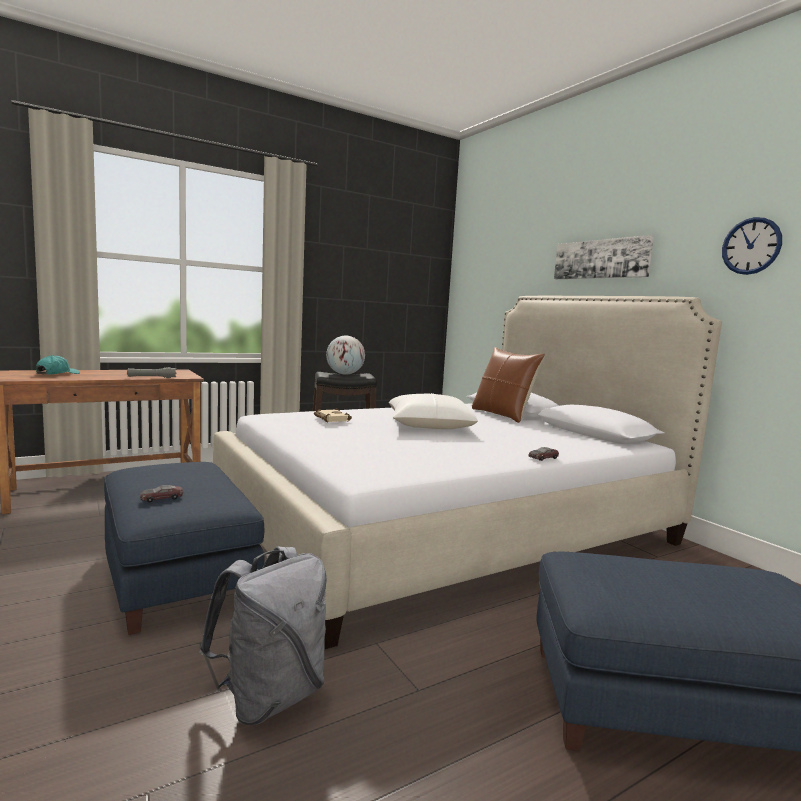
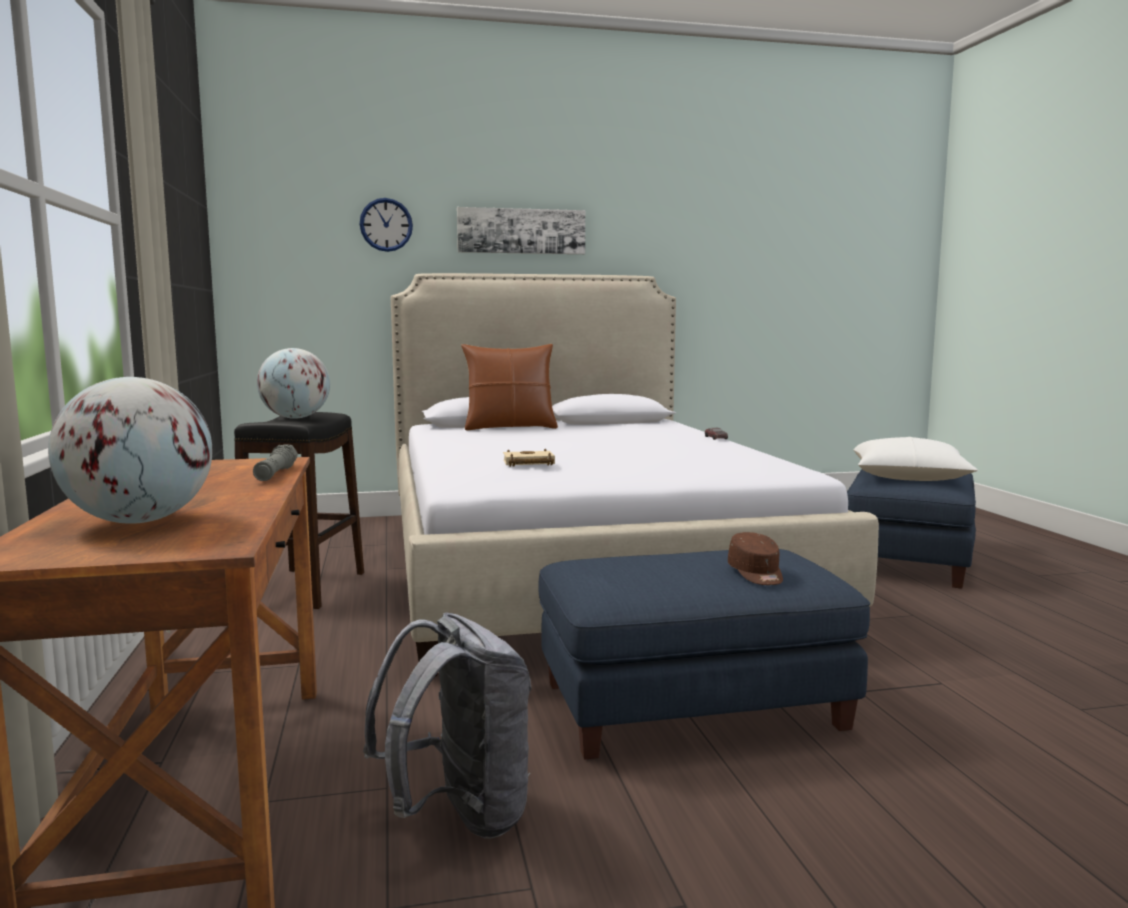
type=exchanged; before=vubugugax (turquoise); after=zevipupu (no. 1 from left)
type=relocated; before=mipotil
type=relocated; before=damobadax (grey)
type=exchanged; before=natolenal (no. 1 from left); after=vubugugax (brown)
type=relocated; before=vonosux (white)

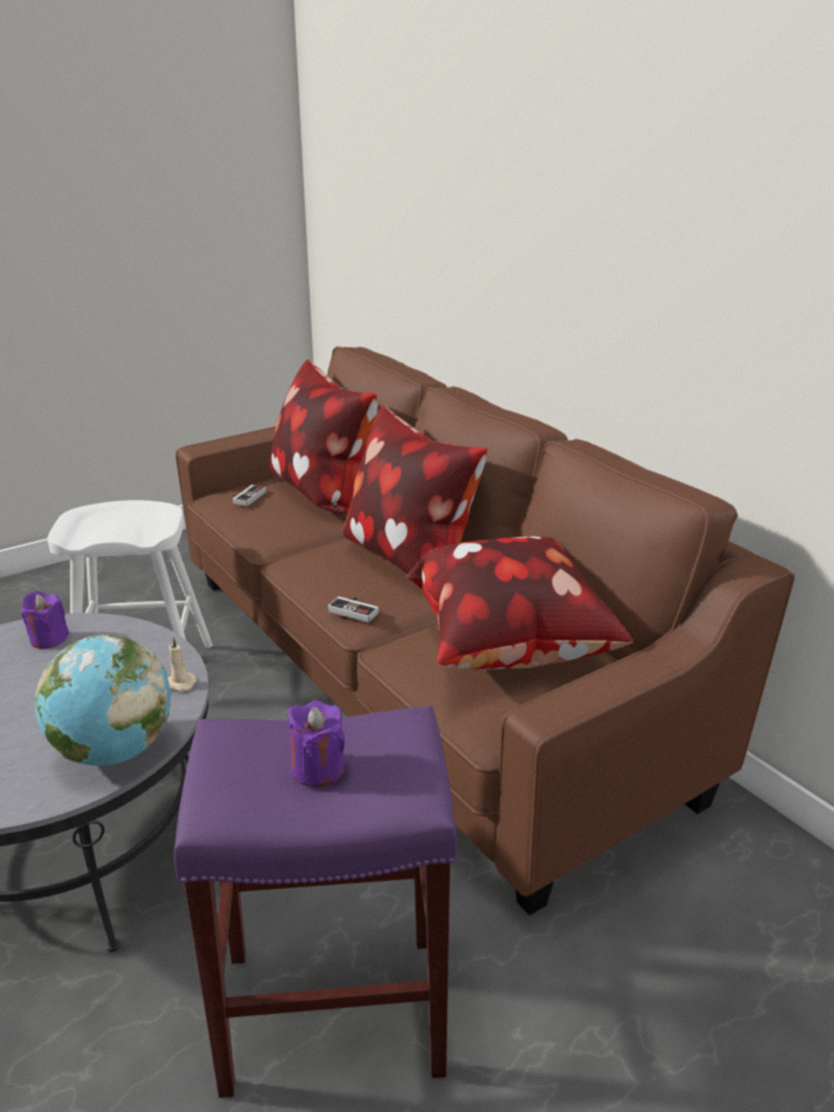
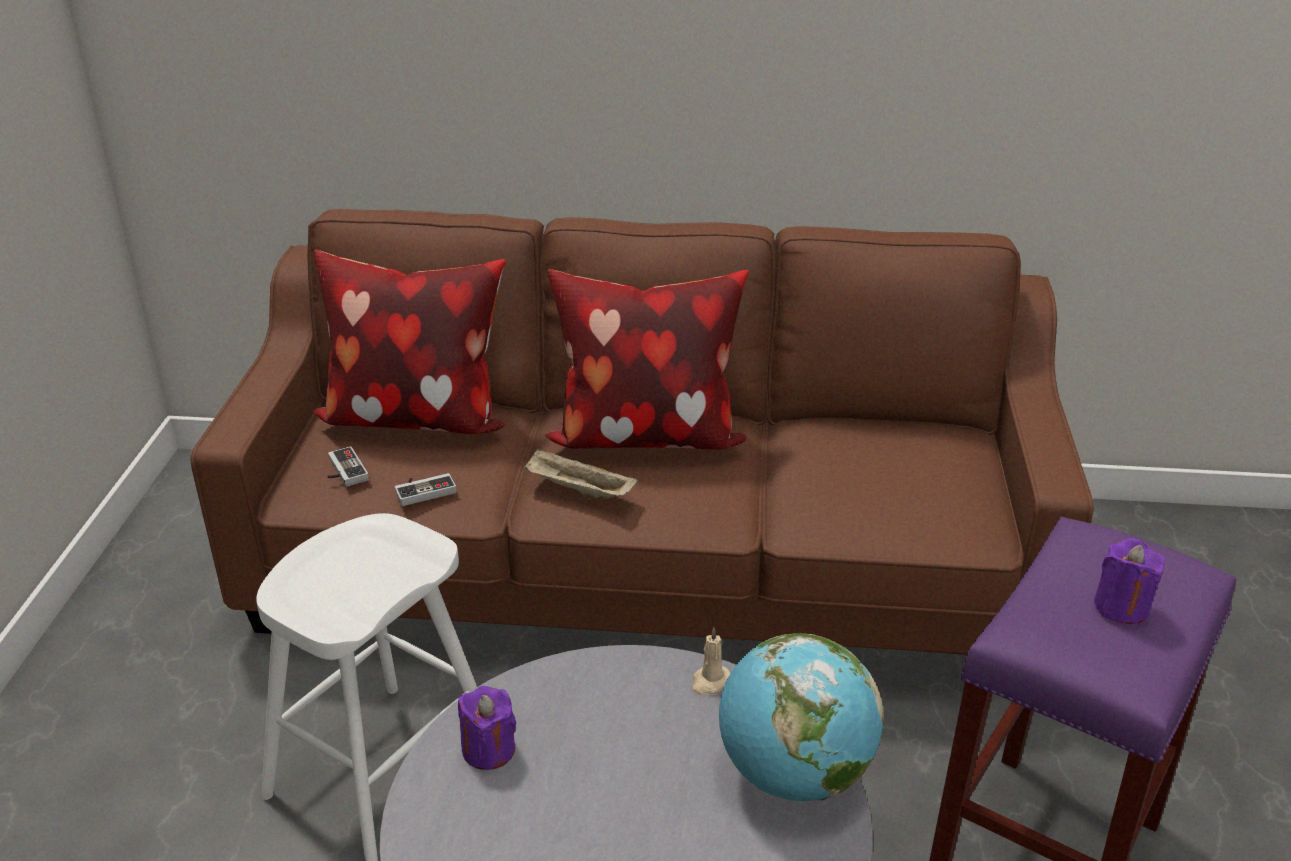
type=relocated; before=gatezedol (no. 2 from left)
type=appeared; after=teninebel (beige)
type=missing; before=vonosux (no. 3 from left)

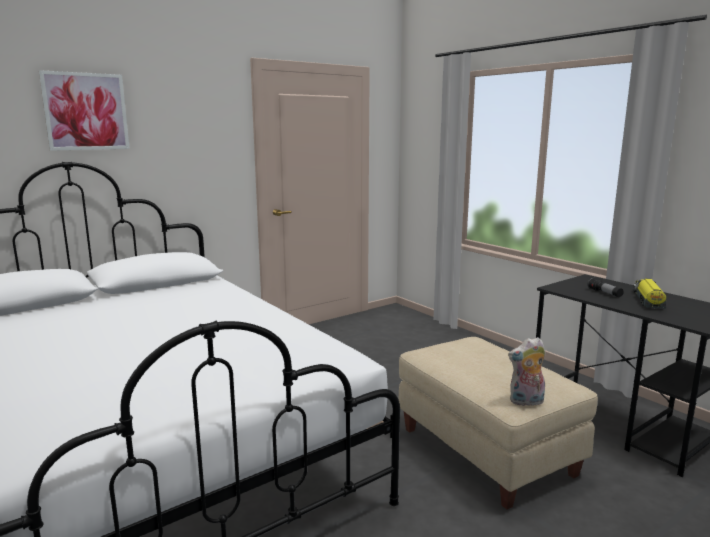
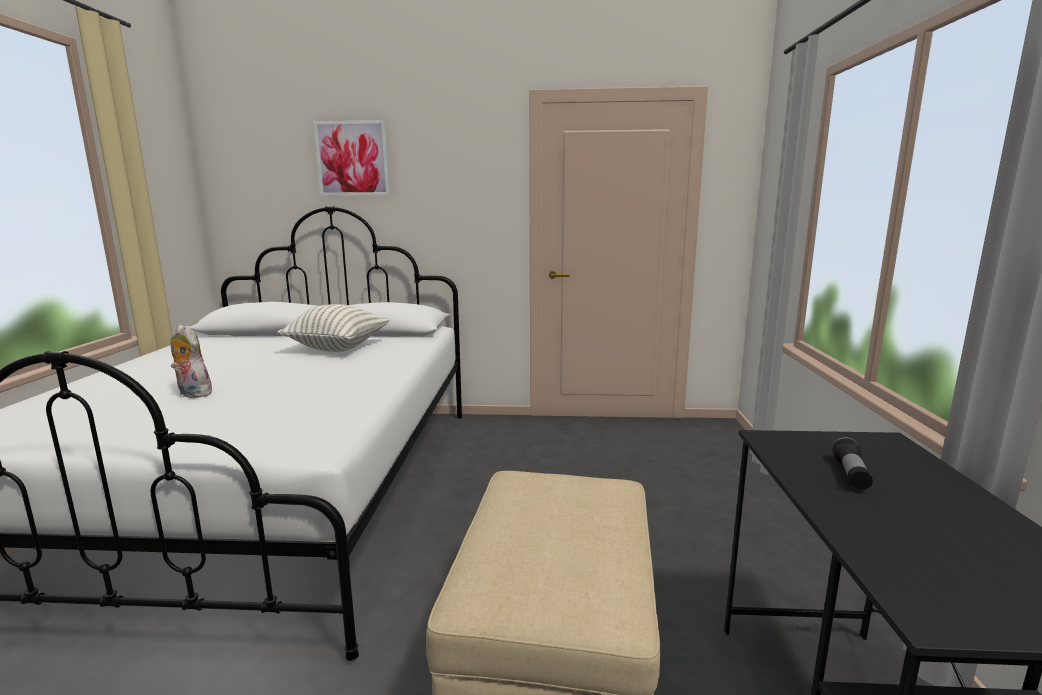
type=relocated; before=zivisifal
type=appeared; after=vonosux
type=missing; before=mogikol

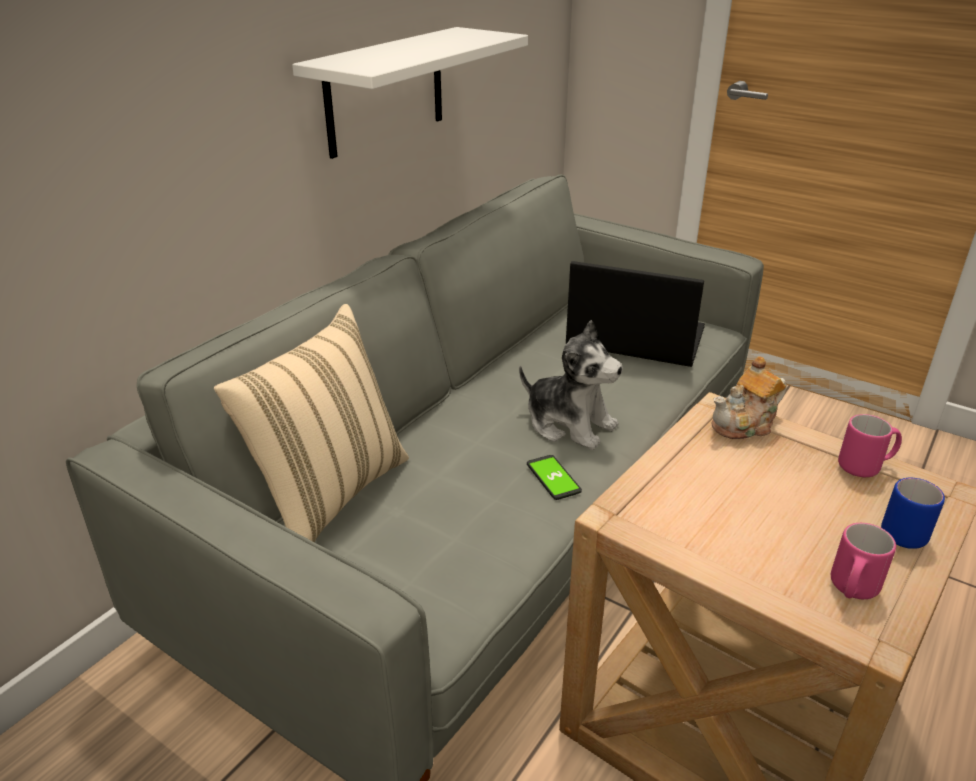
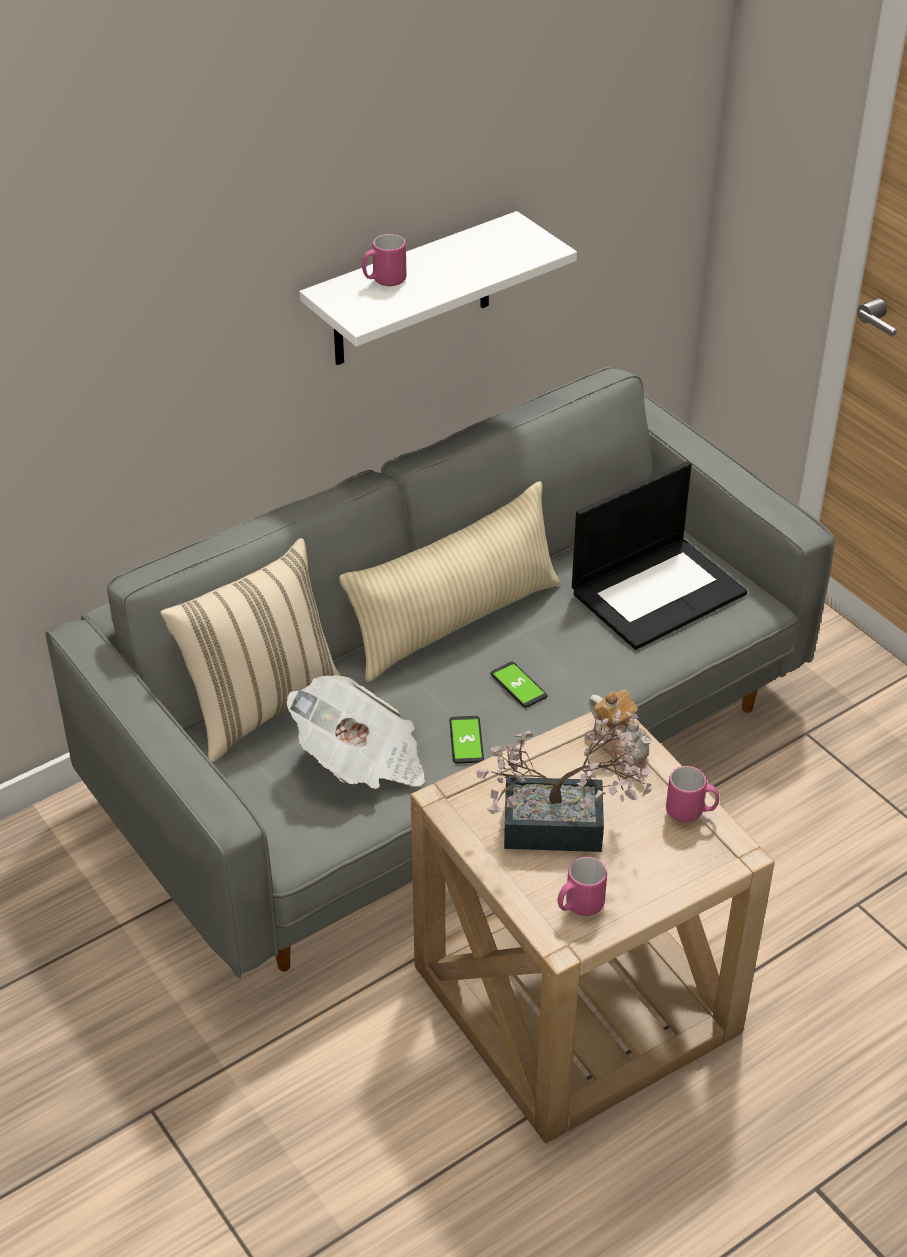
type=appeared; after=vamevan
type=appeared; after=vonosux (beige) (no. 2 from left)
type=appeared; after=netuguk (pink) (no. 1 from left)
type=appeared; after=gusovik
type=exchanged; before=zivisifal; after=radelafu (no. 2 from left)
type=spun; before=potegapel; turn=105
type=spun; before=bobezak; turn=-120
type=missing; before=netuguk (blue)

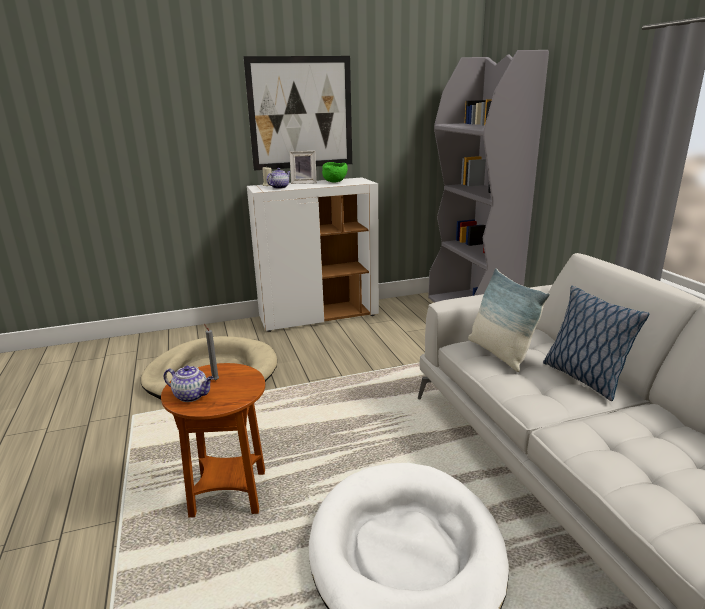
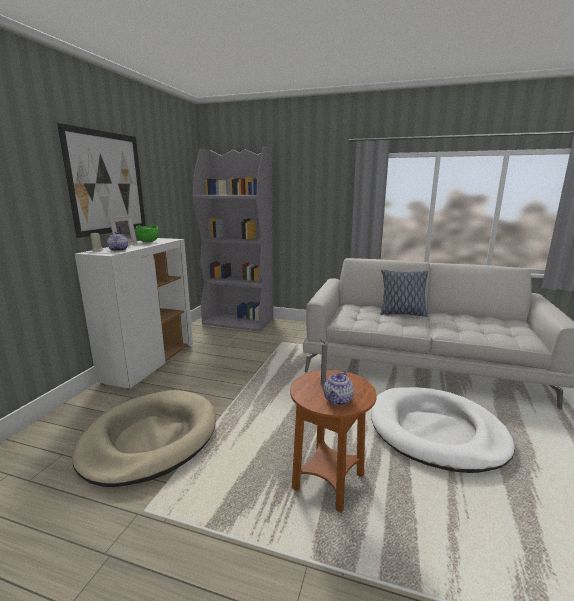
type=spun; before=bobezak (no. 1 from left in the first image); turn=150
type=missing; before=vonosux (no. 1 from left)

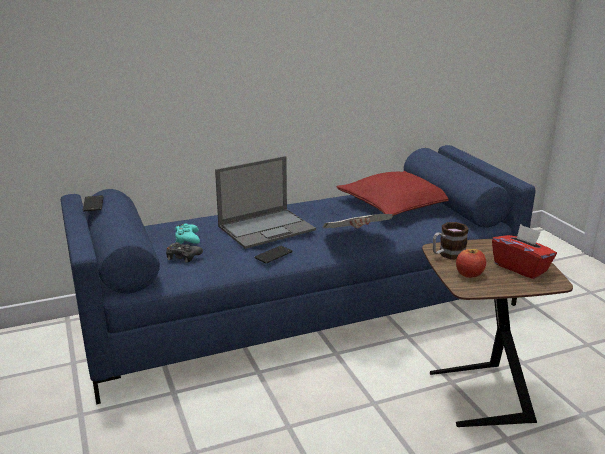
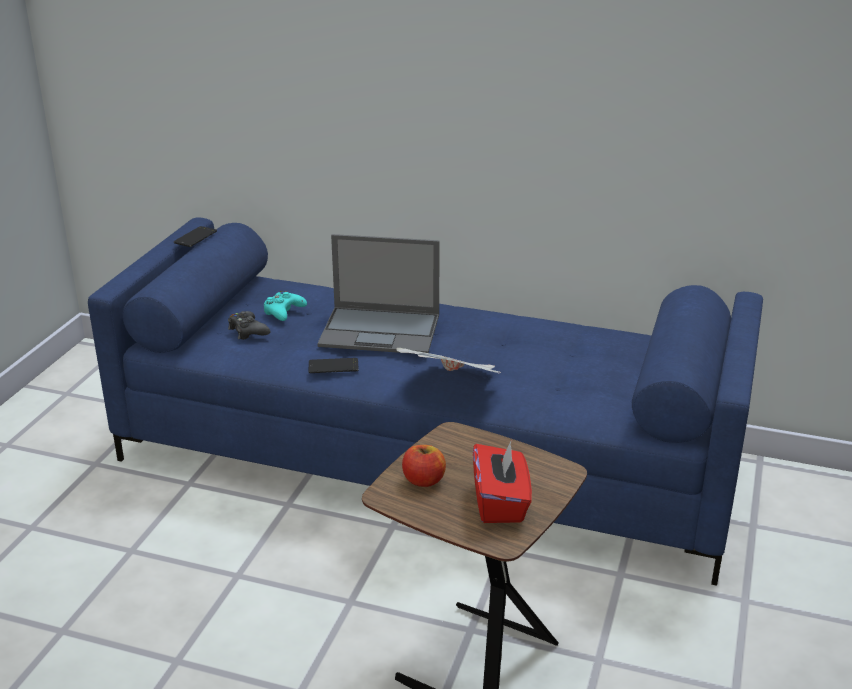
type=missing; before=vonosux (red)
type=missing; before=netuguk

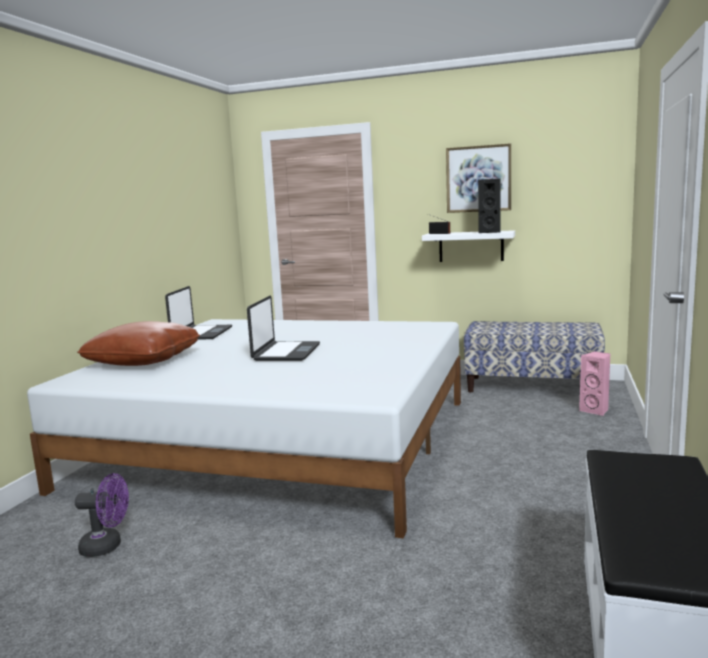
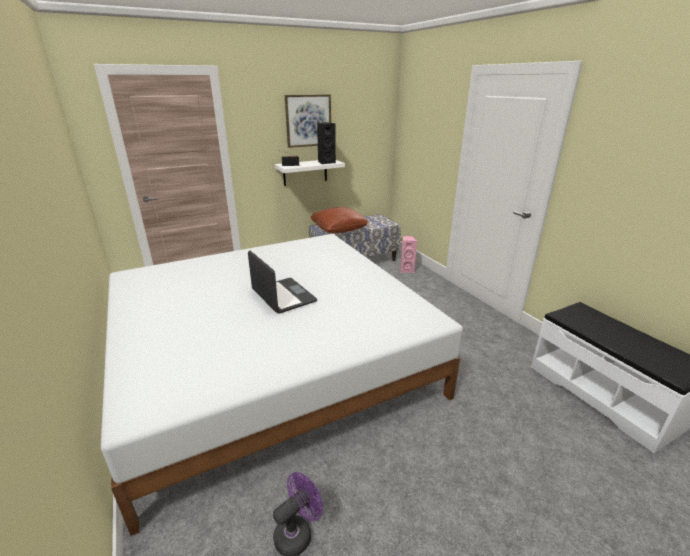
type=relocated; before=vonosux (brown)
type=missing; before=potegapel (no. 1 from left)

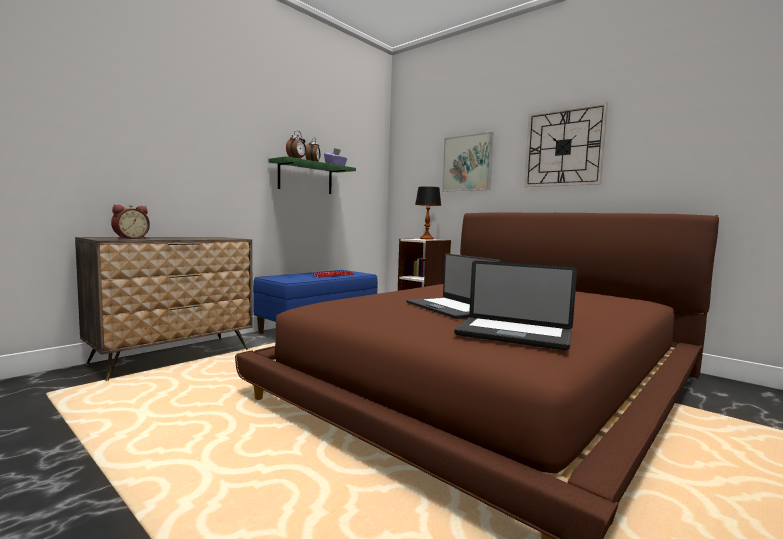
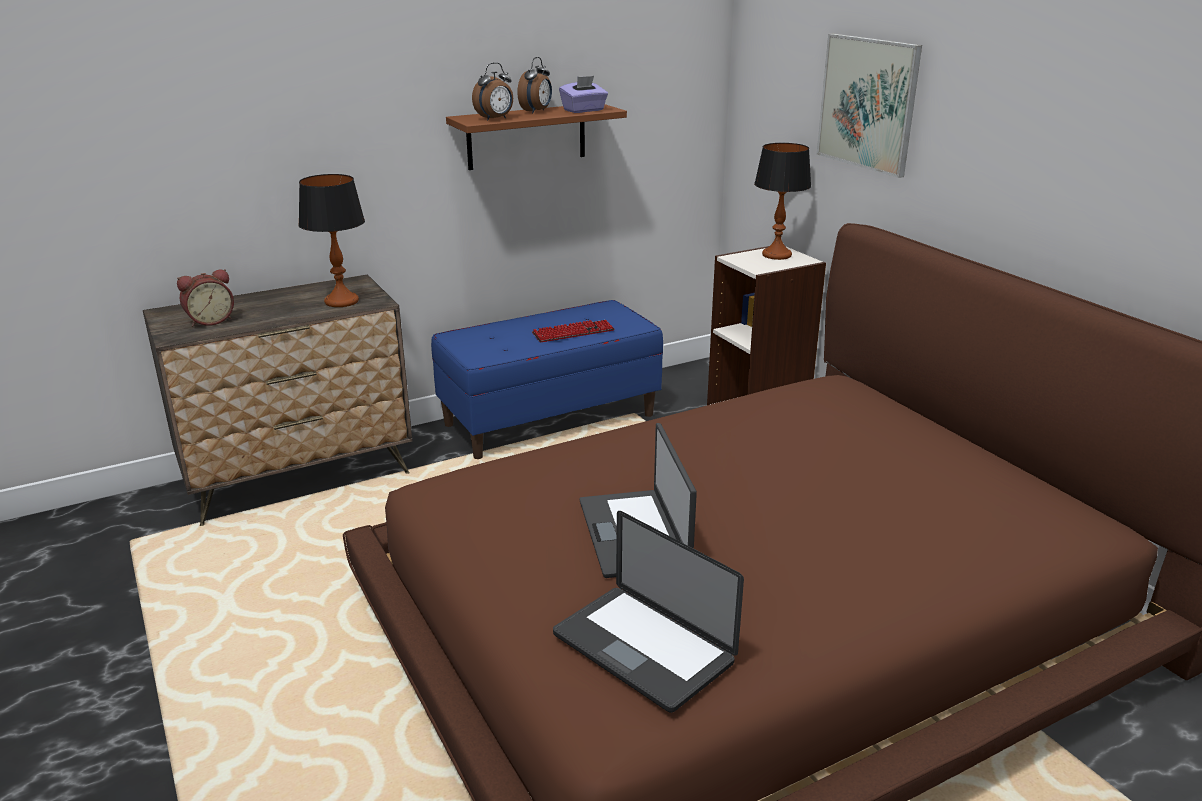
type=appeared; after=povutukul (no. 1 from left)
type=colour; before=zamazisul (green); after=zamazisul (brown)
type=missing; before=mipotil

